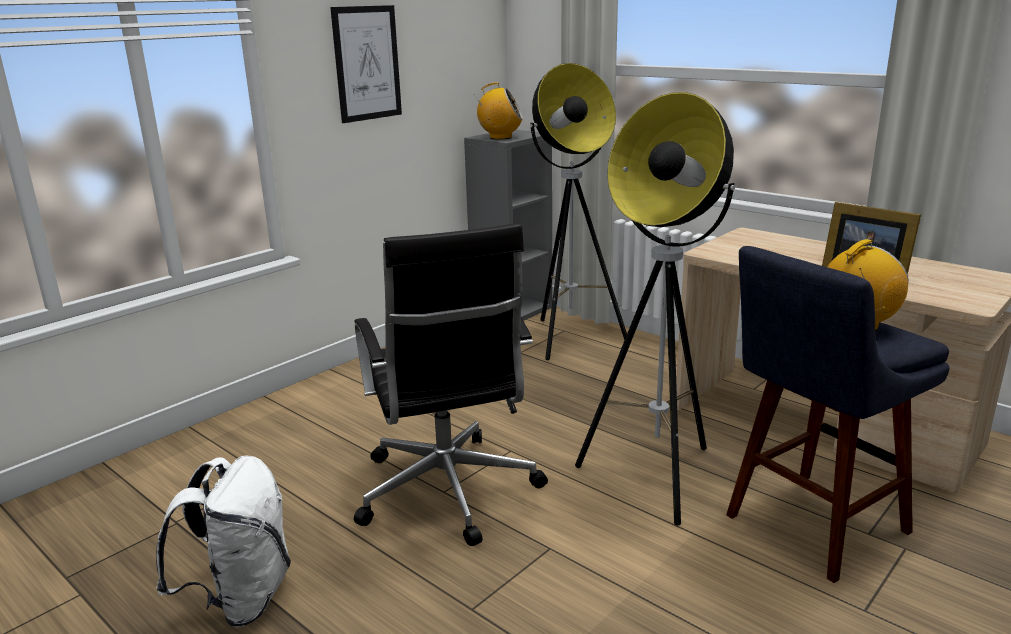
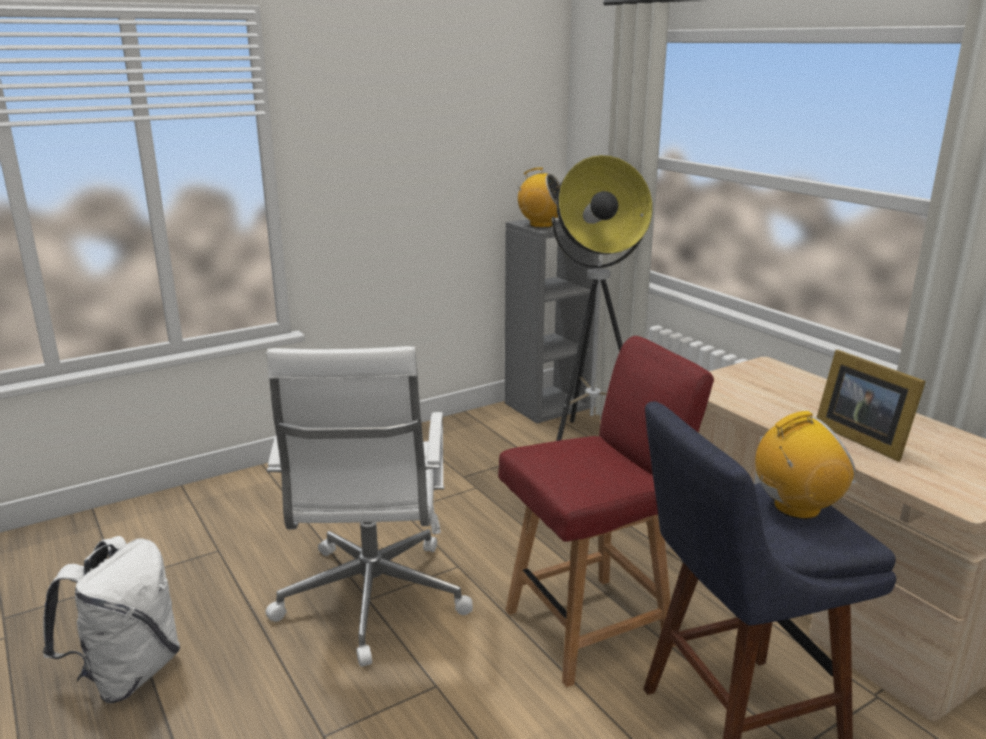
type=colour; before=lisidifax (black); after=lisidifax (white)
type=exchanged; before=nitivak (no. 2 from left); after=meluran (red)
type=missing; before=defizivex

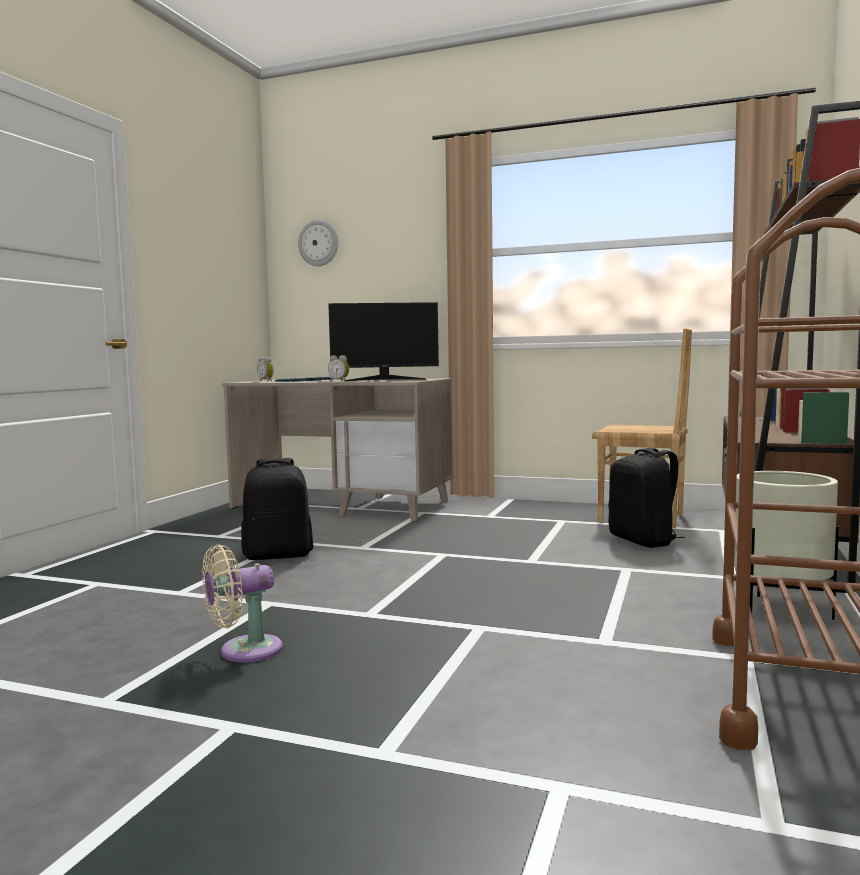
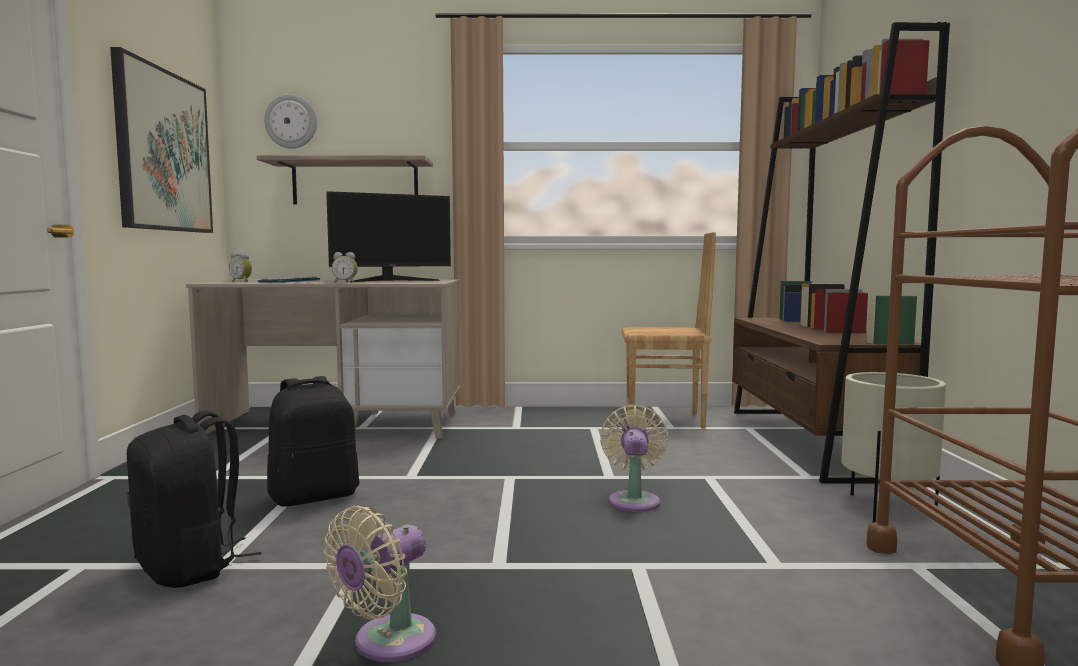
type=appeared; after=defizivex
type=relocated; before=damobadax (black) (no. 2 from left in the first image); after=damobadax (black) (no. 1 from left)
type=appeared; after=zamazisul
type=appeared; after=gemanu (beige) (no. 2 from left)

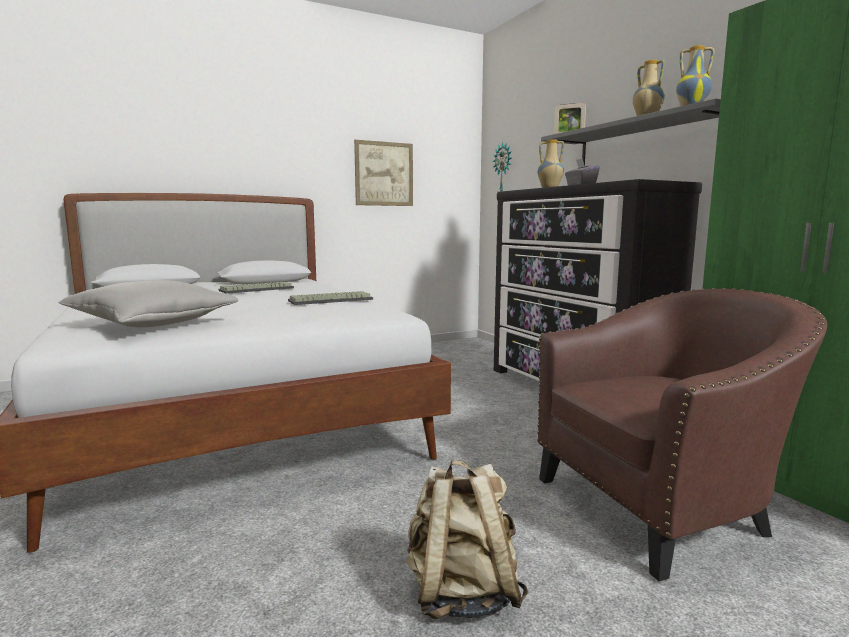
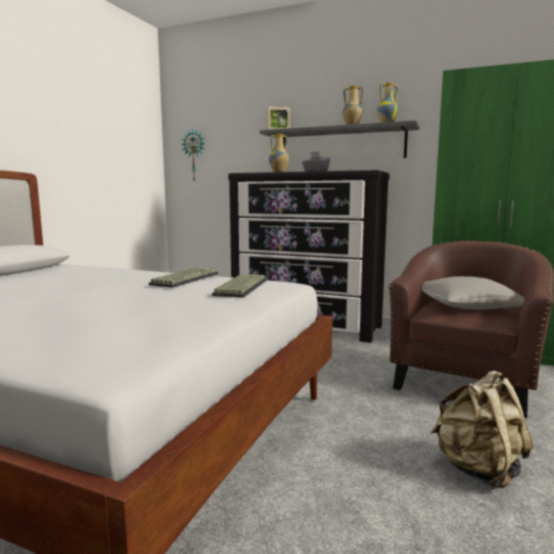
type=relocated; before=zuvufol (no. 1 from left in the first image); after=zuvufol (no. 2 from left)
type=relocated; before=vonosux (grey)
type=missing; before=defizivex

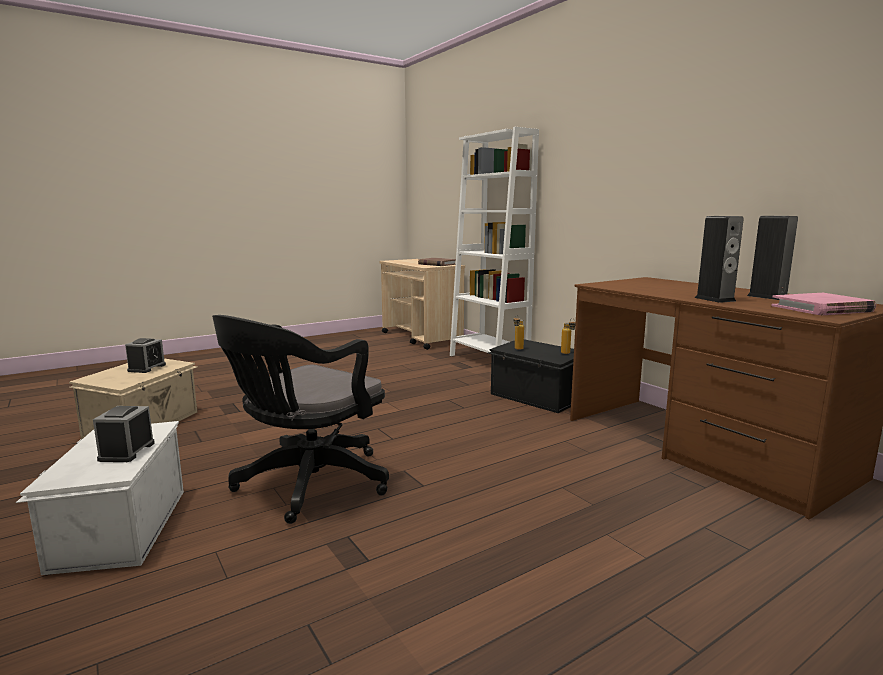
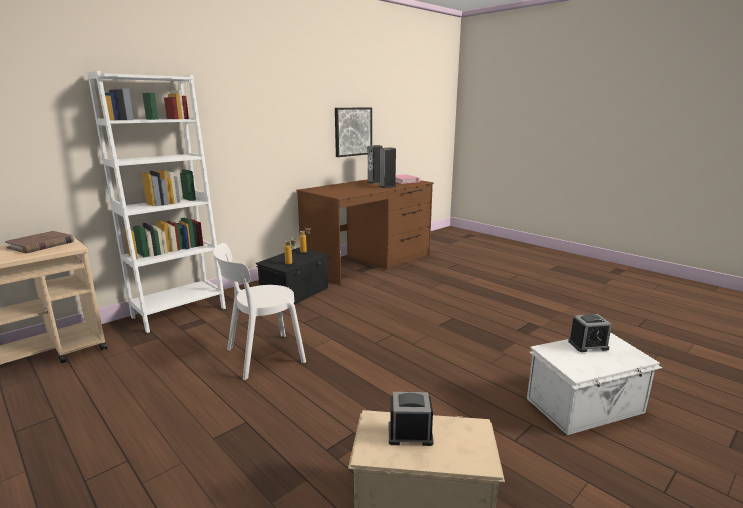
type=appeared; after=meluran (white)
type=appeared; after=defizivex
type=missing; before=lisidifax (black)

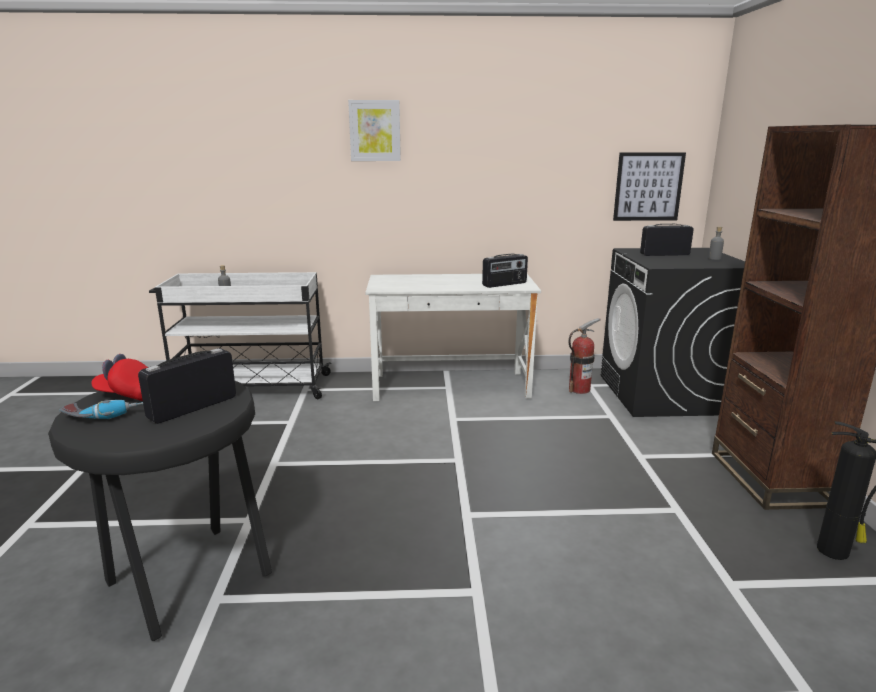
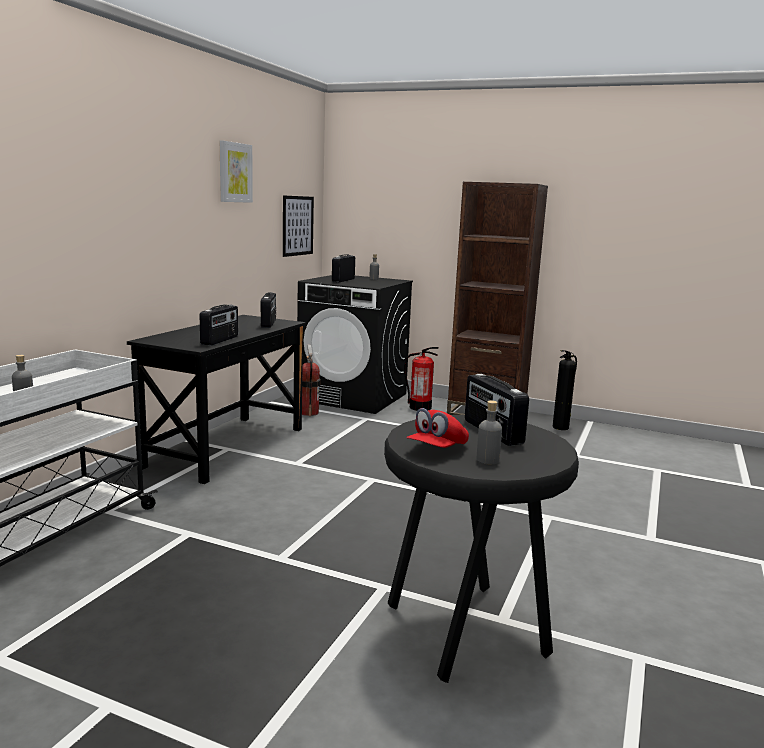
type=colour; before=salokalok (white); after=salokalok (black)
type=appeared; after=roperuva (no. 1 from left)
type=relocated; before=defizivex (no. 1 from left)
type=appeared; after=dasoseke (no. 2 from left)
type=exchanged; before=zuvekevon; after=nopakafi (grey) (no. 3 from left)

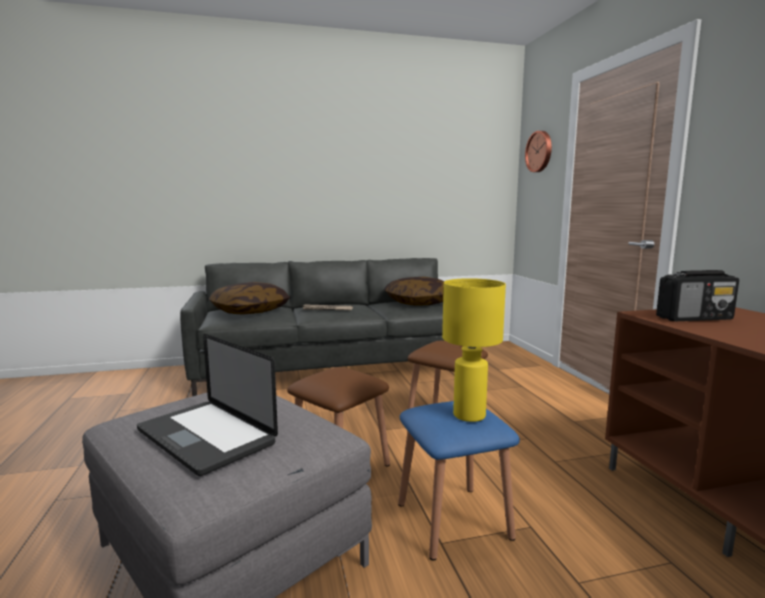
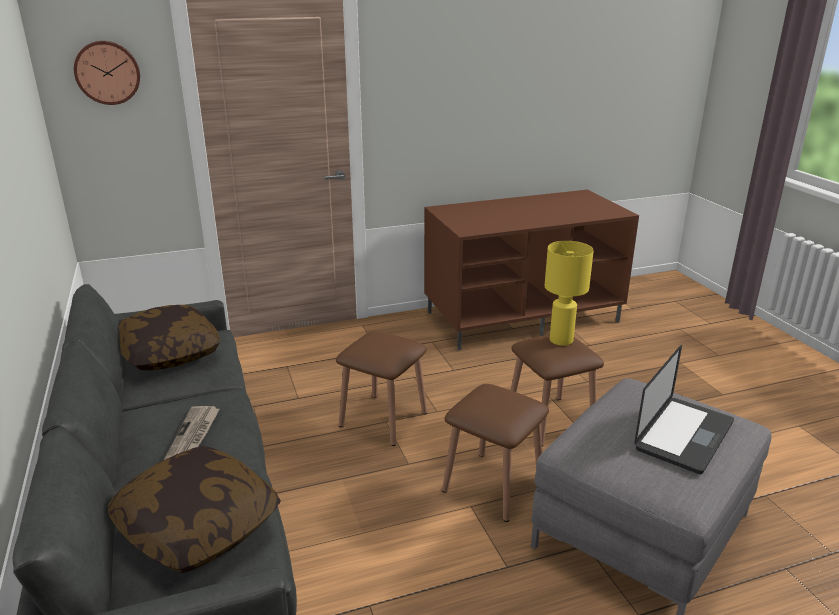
type=colour; before=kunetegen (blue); after=kunetegen (brown) (no. 3 from left)
type=missing; before=roperuva

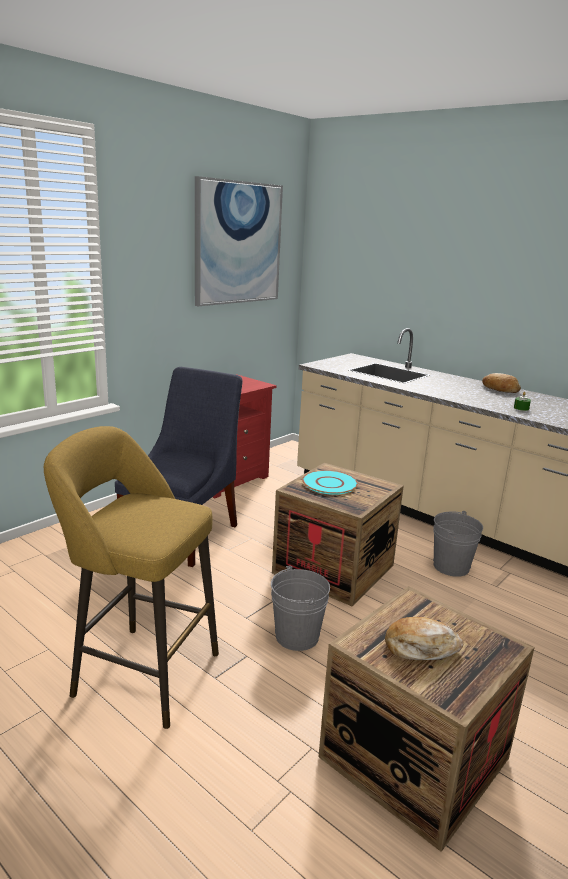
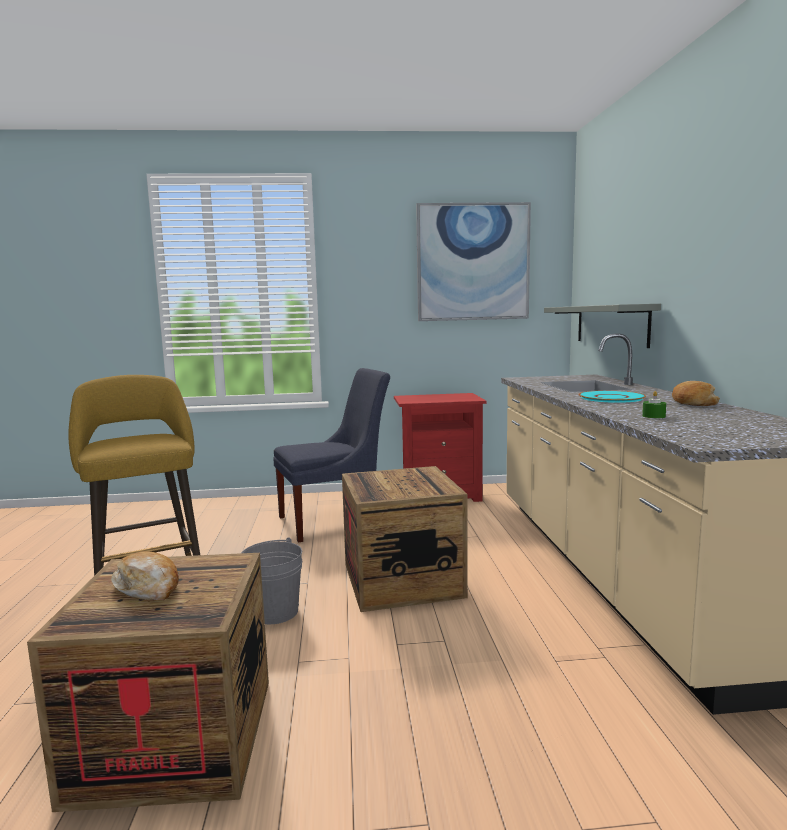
type=appeared; after=zamazisul (grey)
type=relocated; before=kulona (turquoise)
type=missing; before=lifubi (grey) (no. 2 from left)

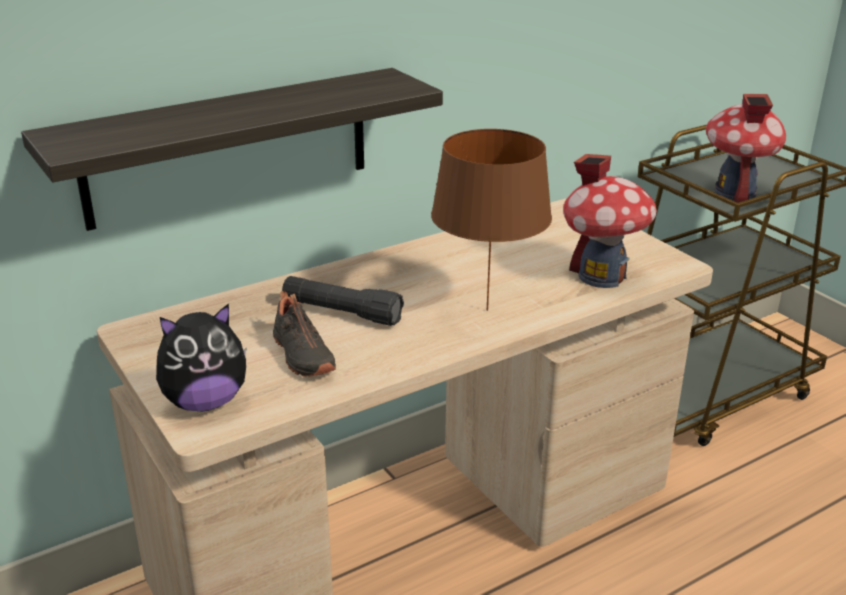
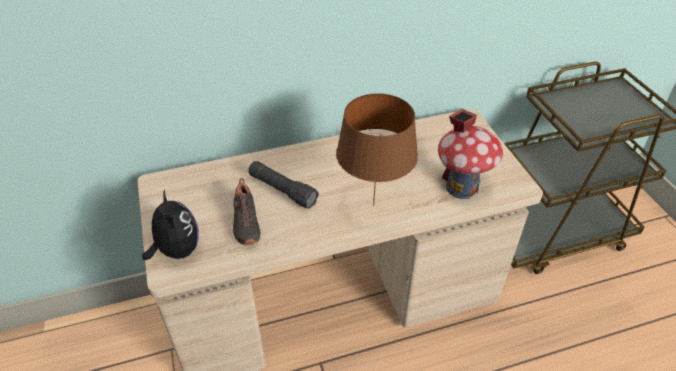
type=spun; before=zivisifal; turn=-105
type=missing; before=zamazisul
type=missing; before=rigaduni (no. 2 from left)

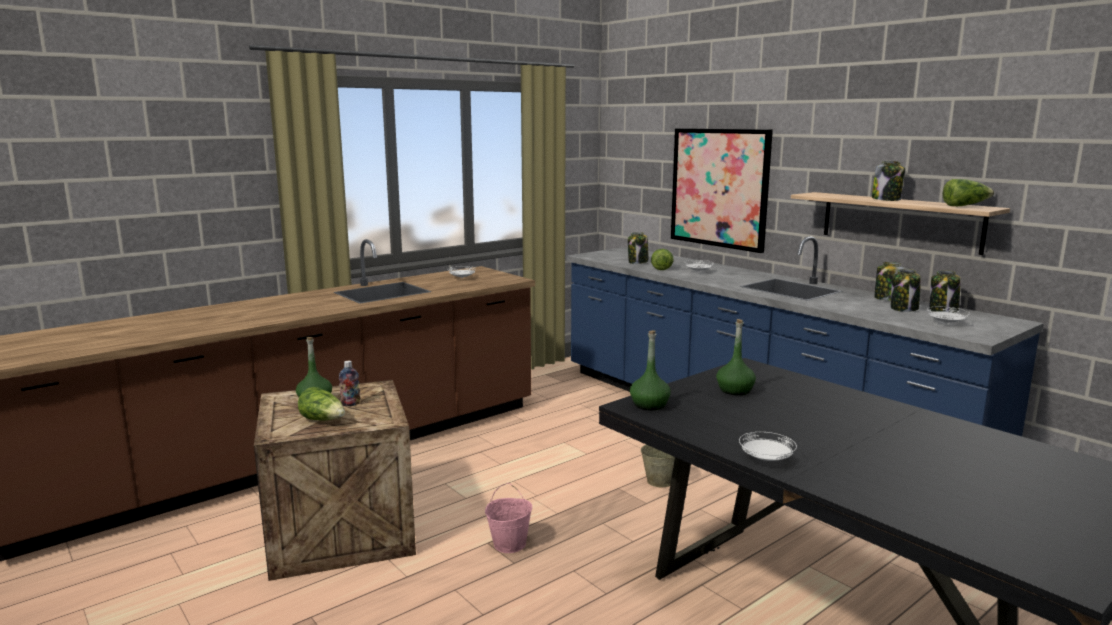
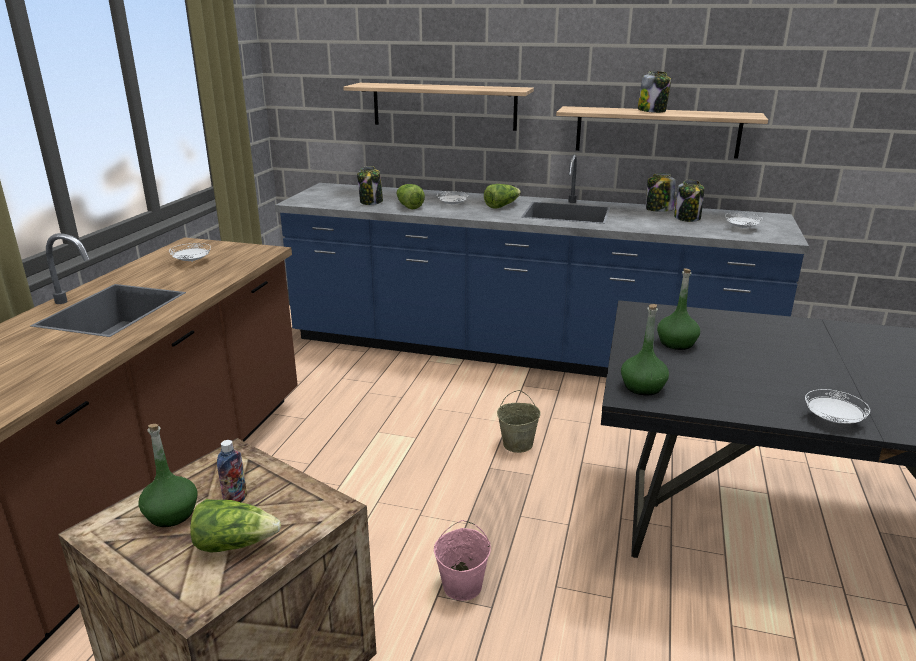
type=exchanged; before=defizivex; after=zamazisul (no. 1 from left)
type=relocated; before=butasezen (no. 3 from left)
type=missing; before=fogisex (no. 5 from left)

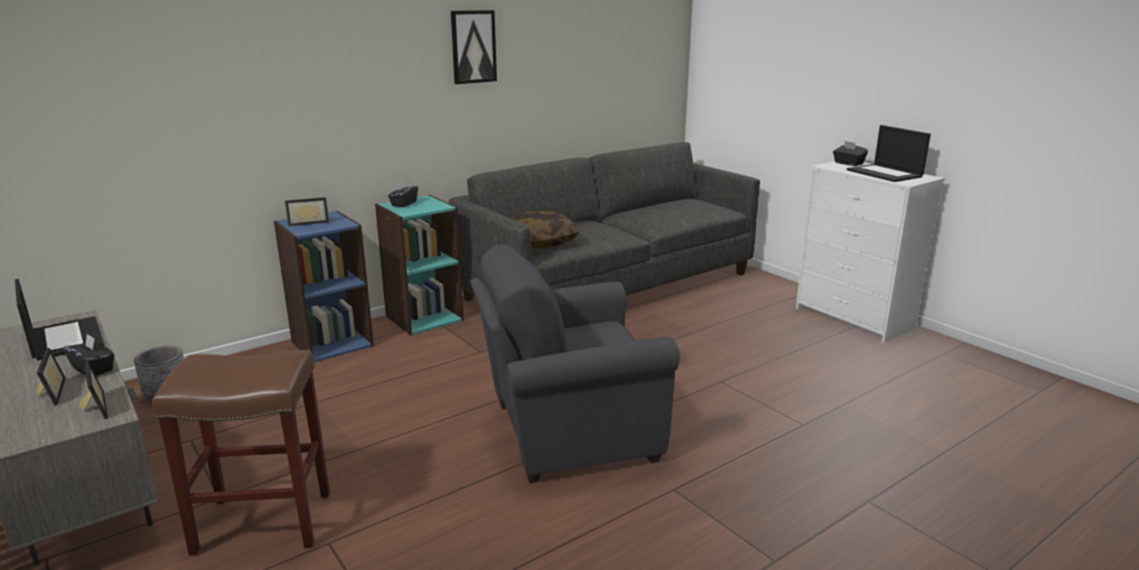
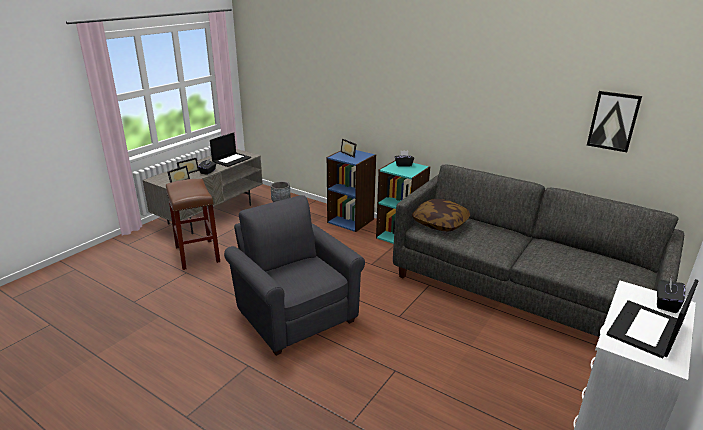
type=relocated; before=defizivex

